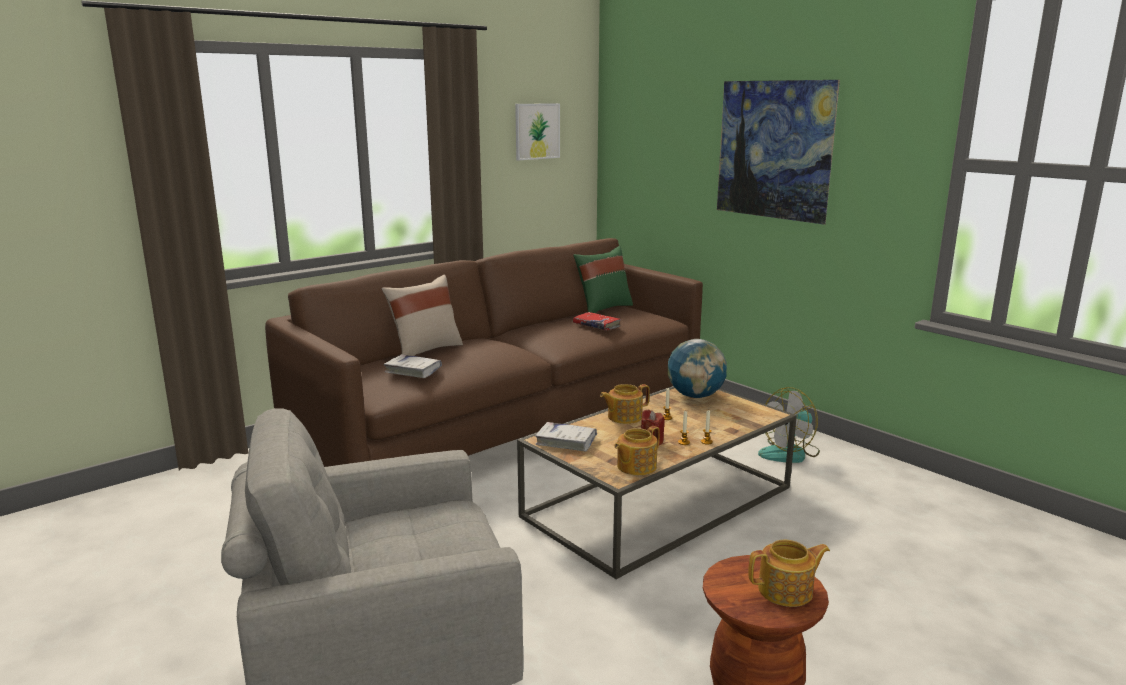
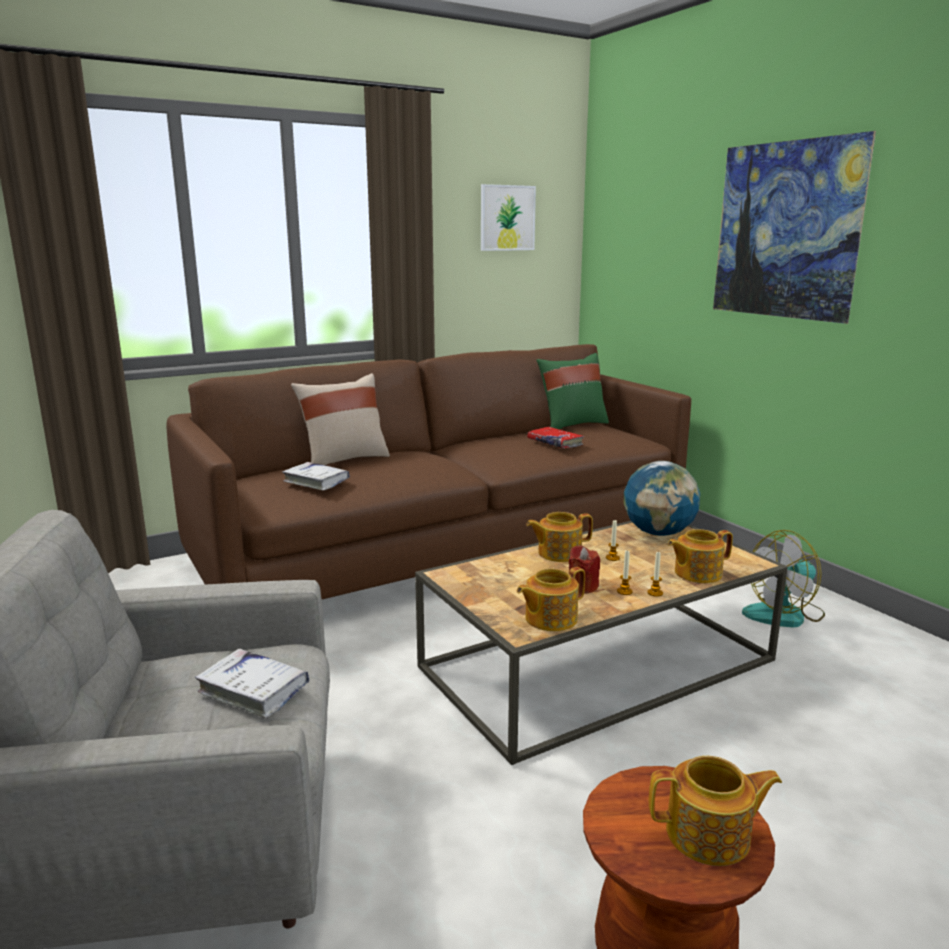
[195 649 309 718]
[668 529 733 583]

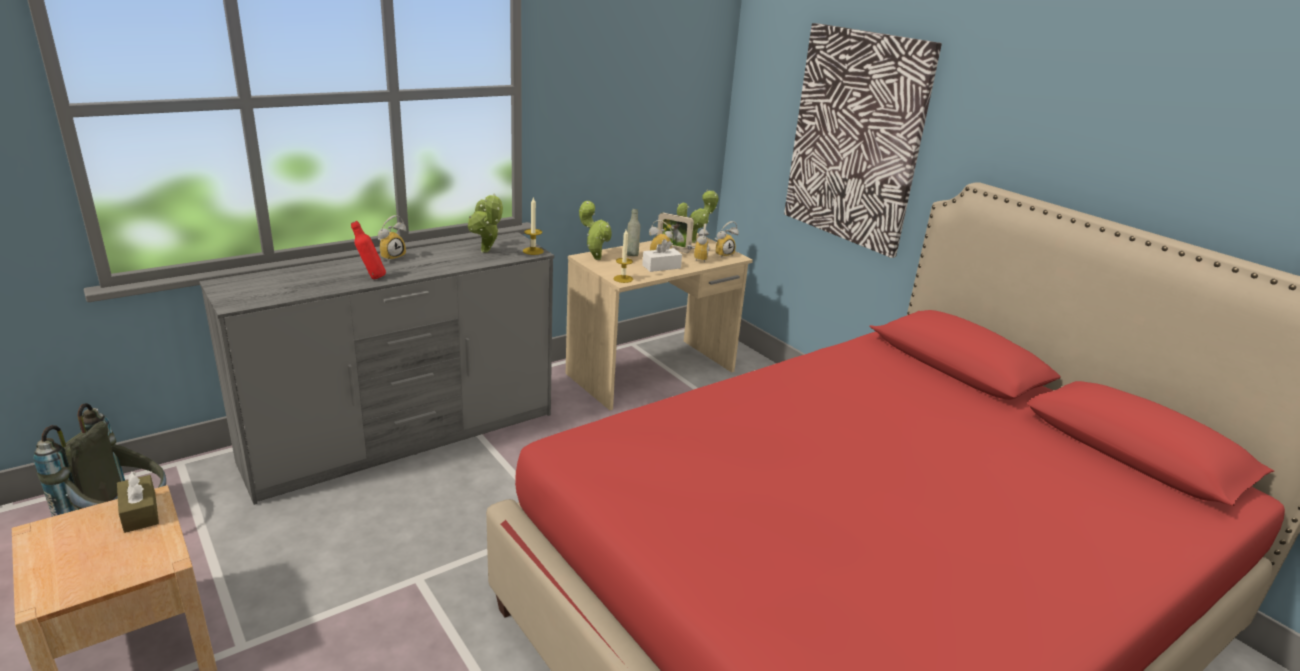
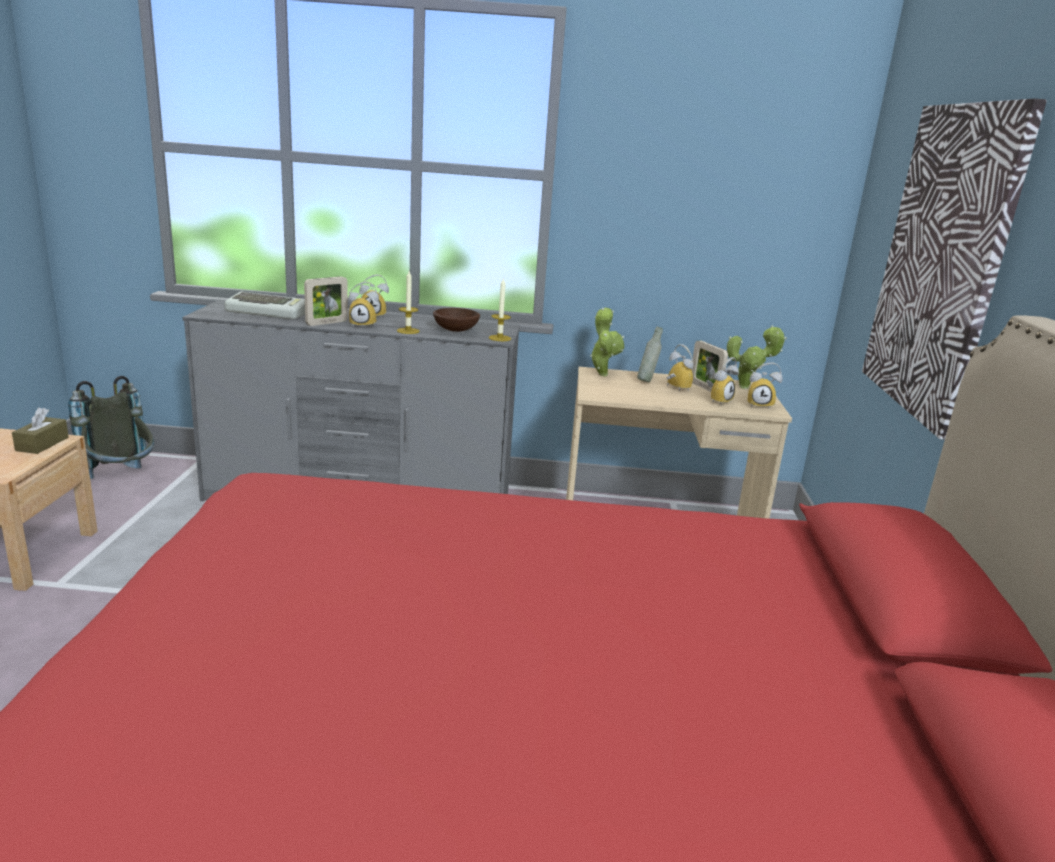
[224 292 305 319]
[304 276 348 326]
[348 282 379 327]
[397 271 420 334]
[433 308 480 332]
[642 239 682 272] (first image)

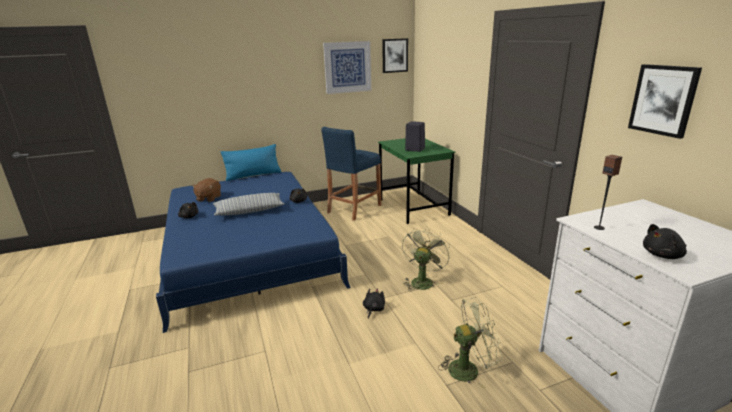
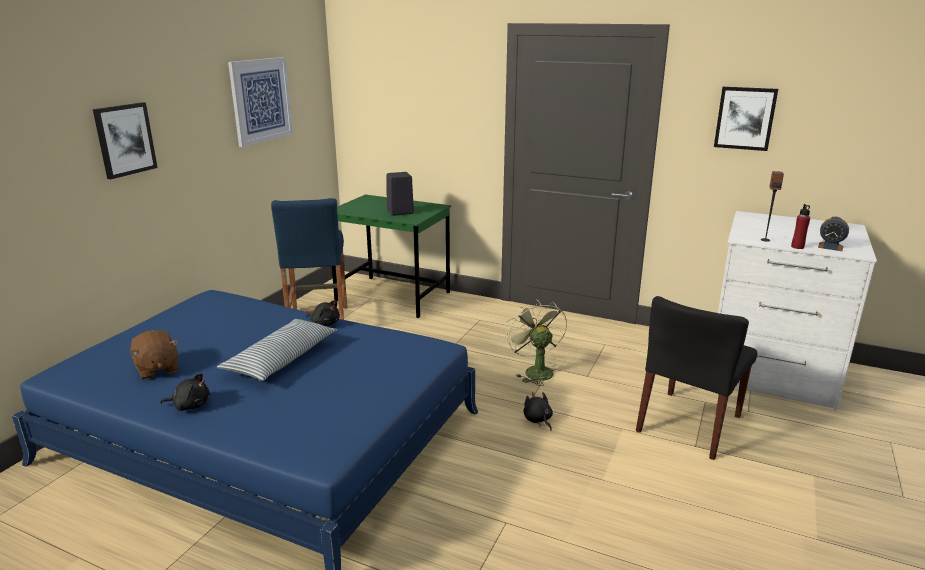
[93 102 158 179]
[636 296 757 460]
[791 204 810 249]
[818 217 849 251]
[221 144 281 181] (first image)

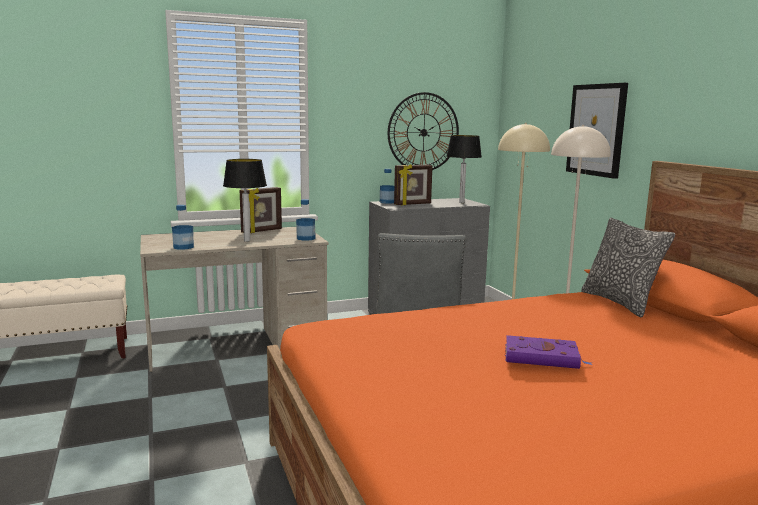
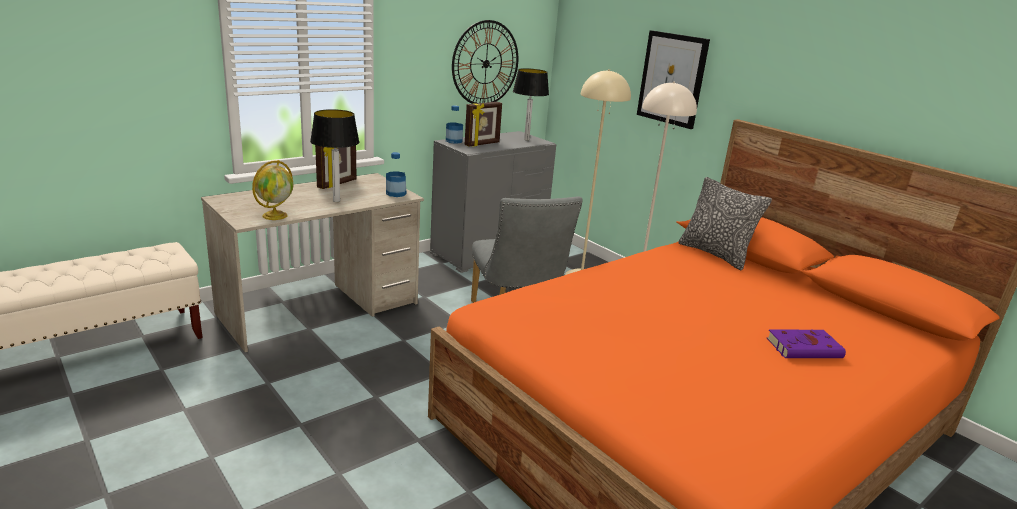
[252 160 294 220]
[767 329 846 358]

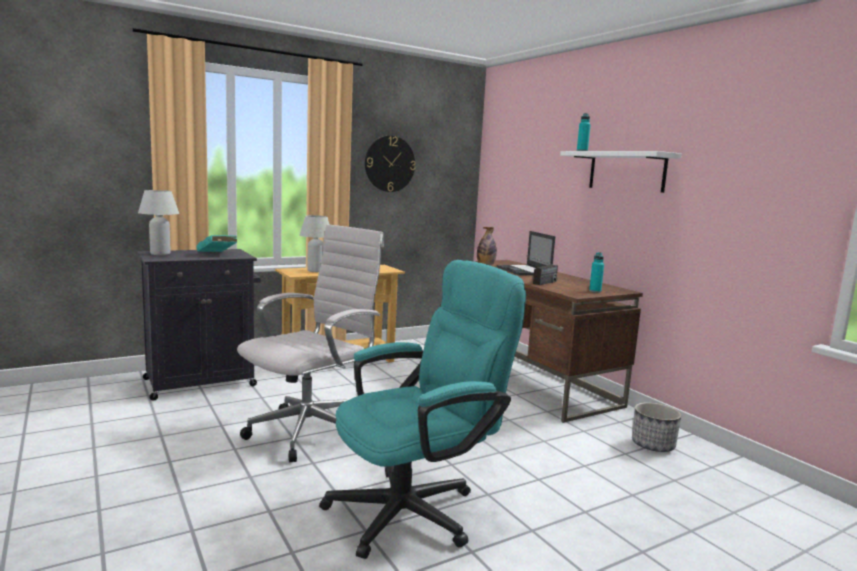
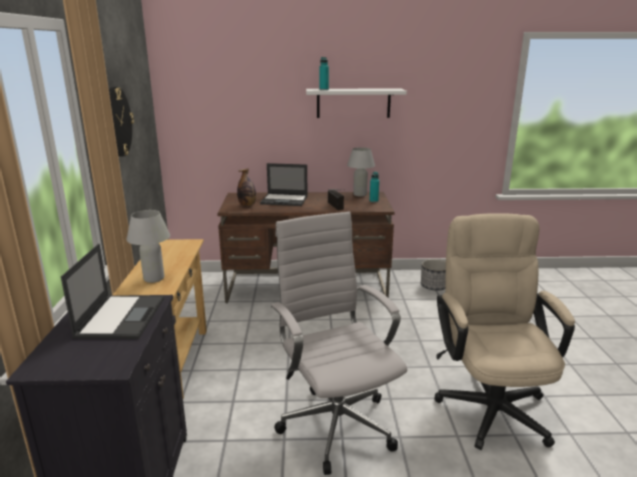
[61 244 164 339]
[347 147 375 197]
[434 213 575 450]

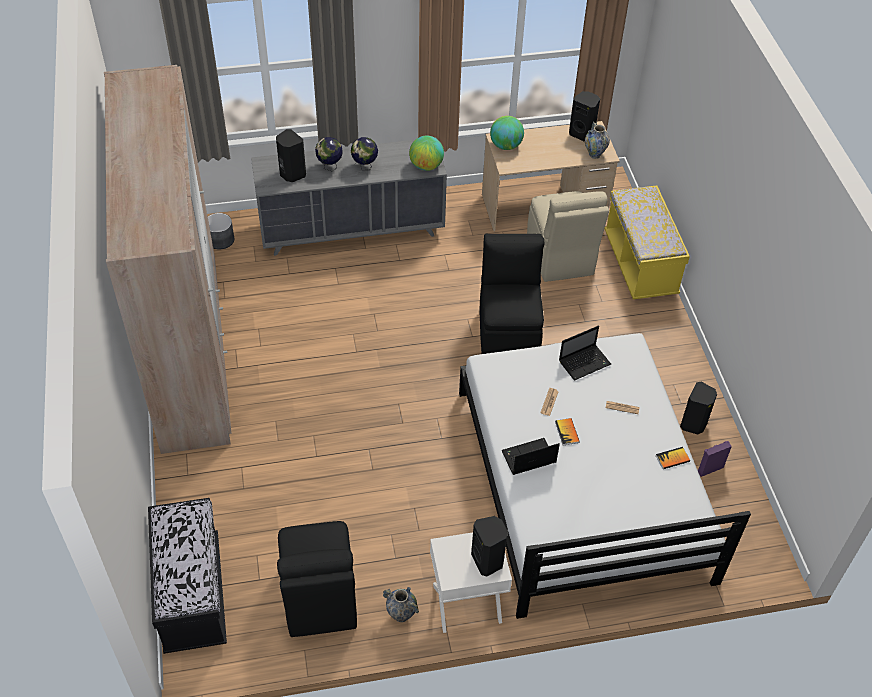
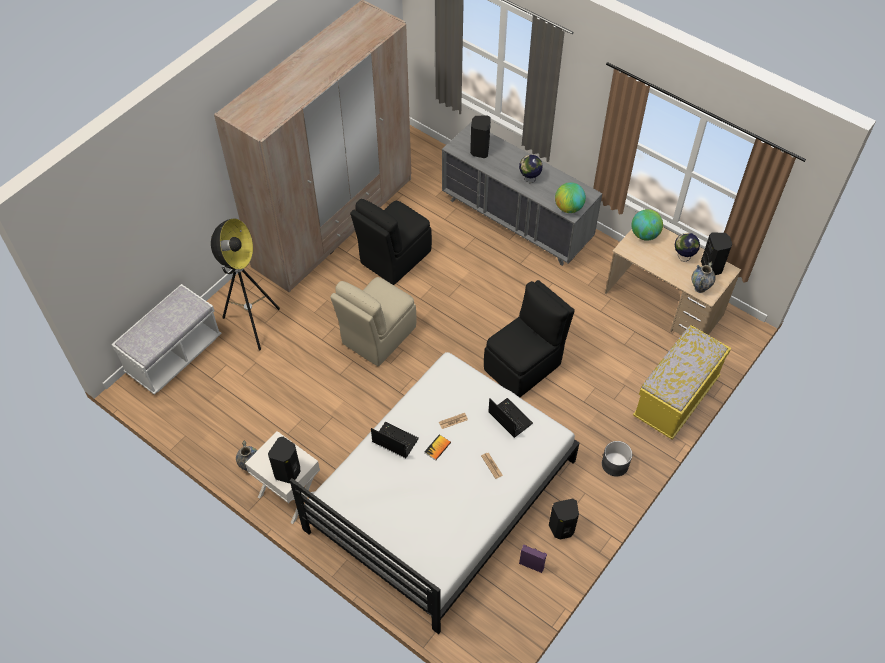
[111 284 221 395]
[211 218 280 350]
[330 277 417 366]
[350 199 432 285]
[488 398 533 438]
[602 441 632 476]
[675 233 700 262]
[656 447 690 469] (first image)

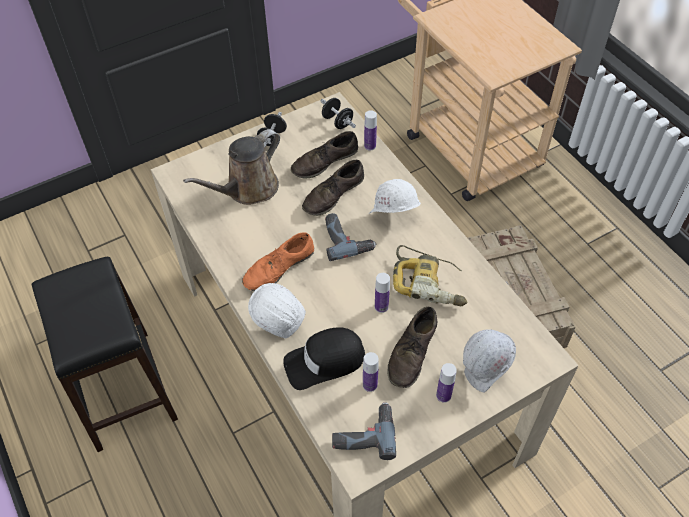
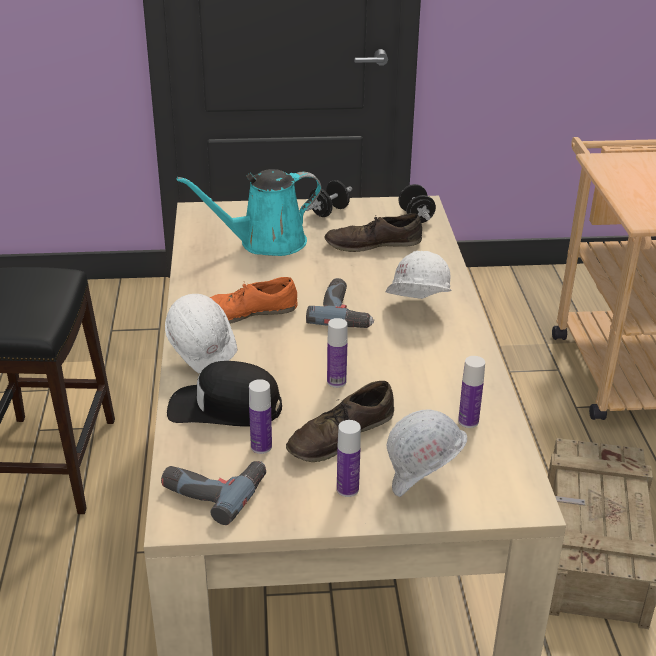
[177 169 322 256]
[458 356 485 428]
[302 160 364 216] (first image)
[393 245 467 306] (first image)

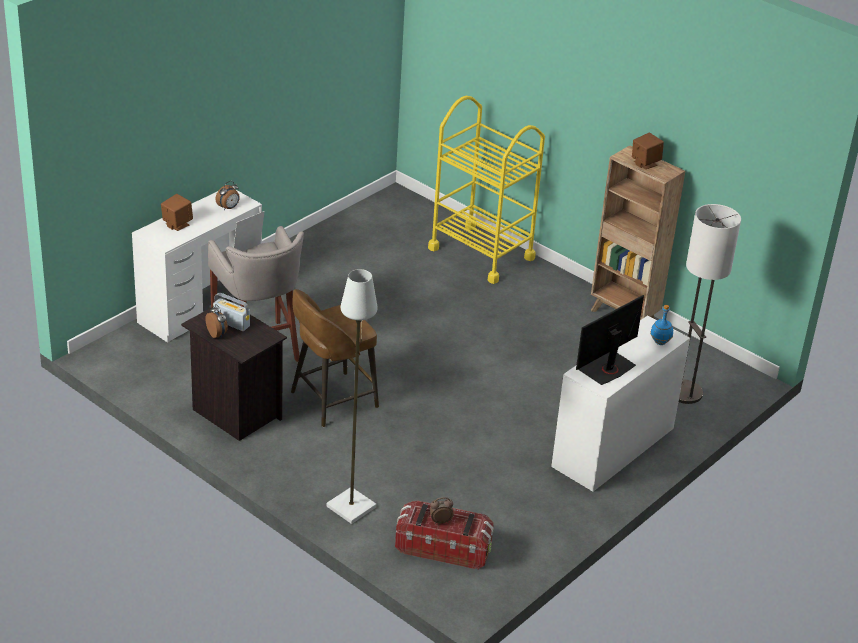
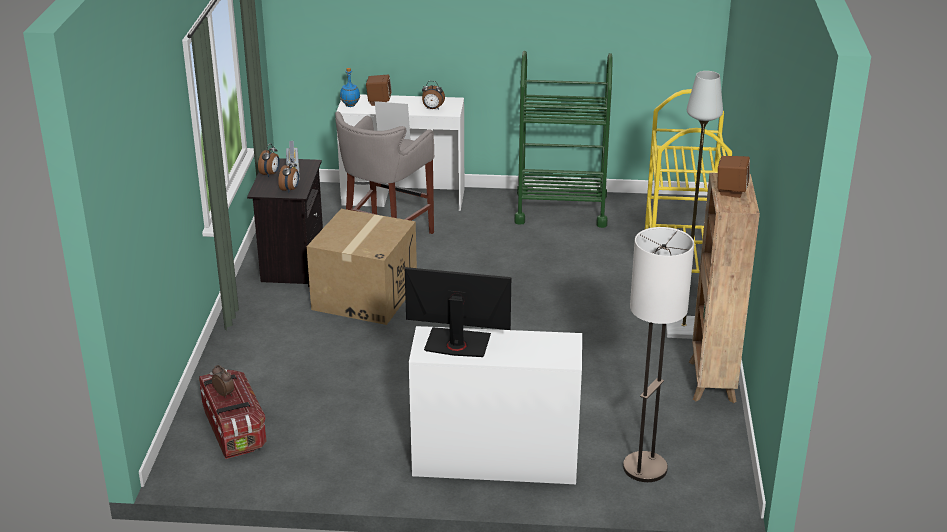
[278 158 299 193]
[307 209 417 325]
[340 68 360 107]
[514 51 612 228]
[666 71 723 339]

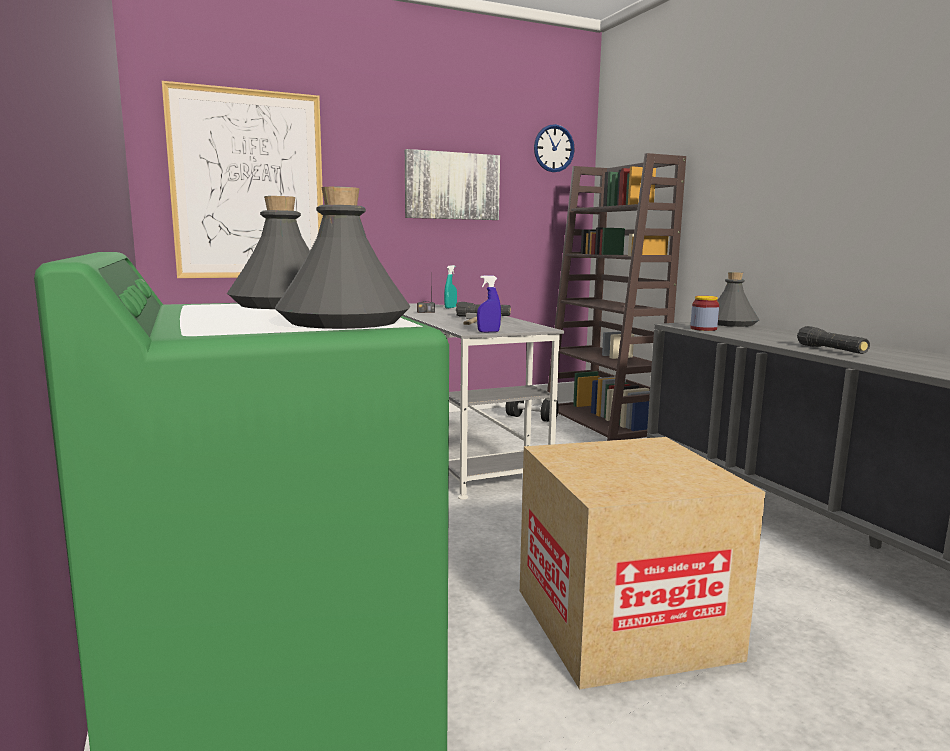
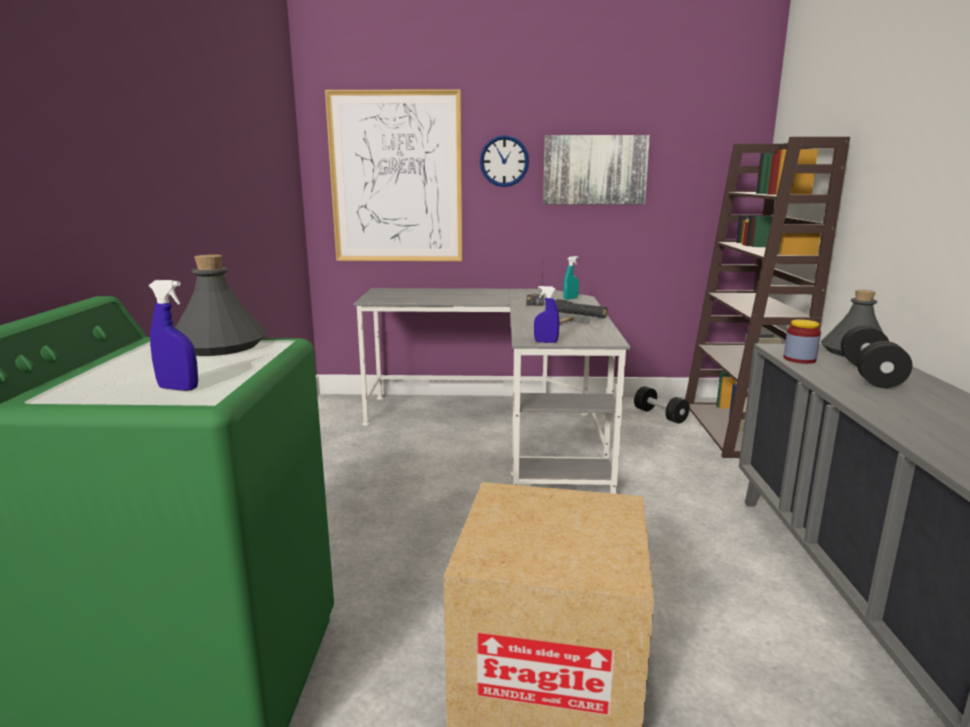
[148 280 198 391]
[480 135 529 187]
[841 325 912 388]
[797 326 870 354] (first image)

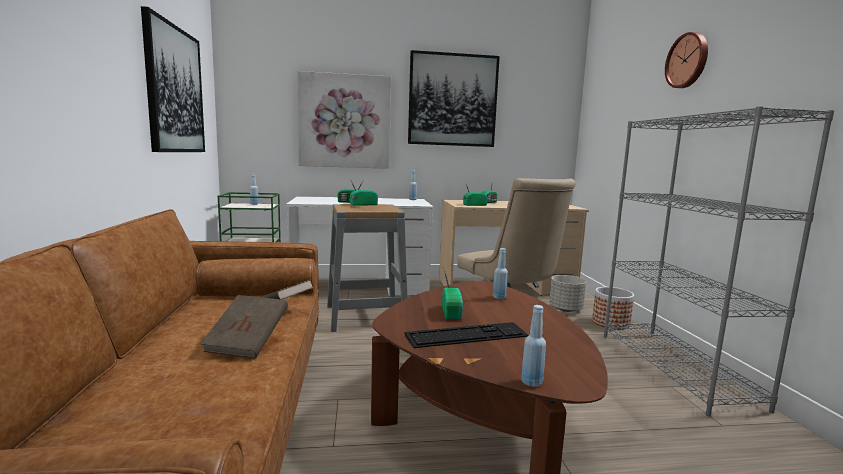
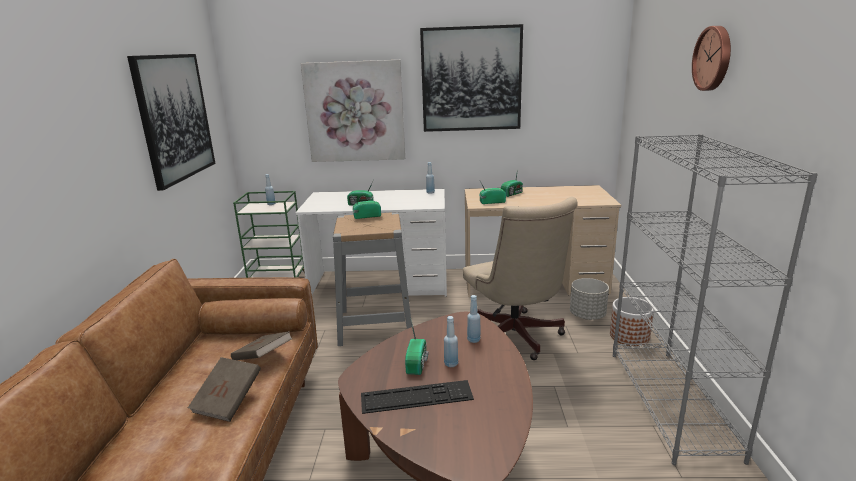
[444 316 458 367]

